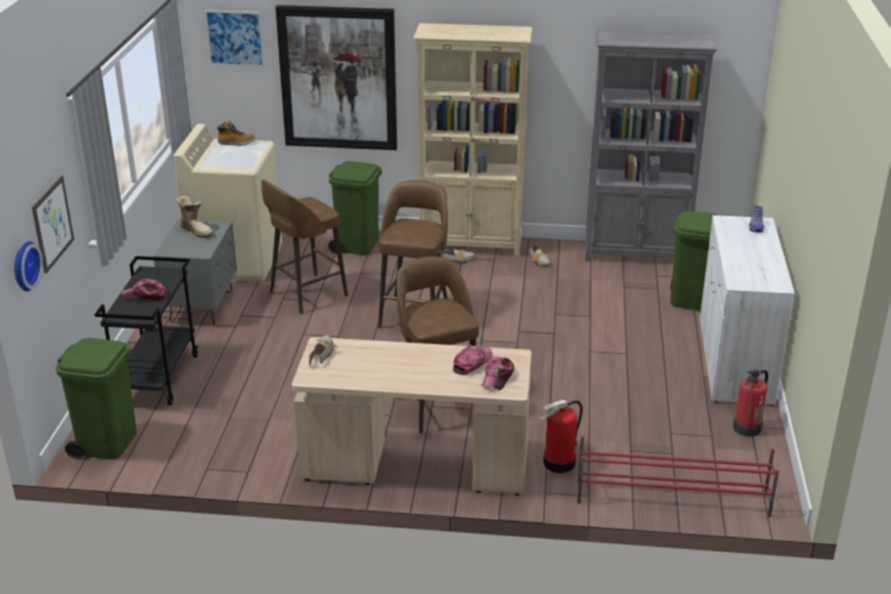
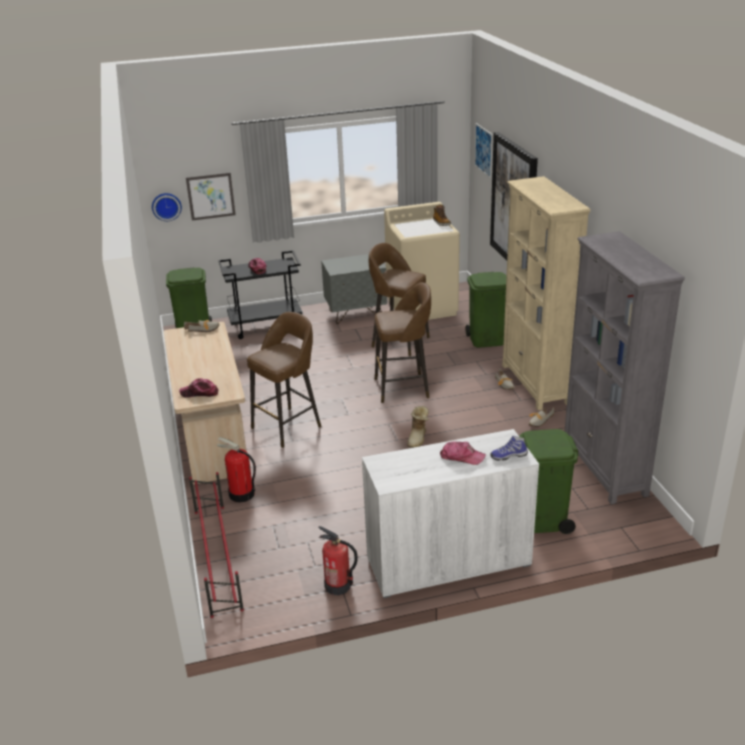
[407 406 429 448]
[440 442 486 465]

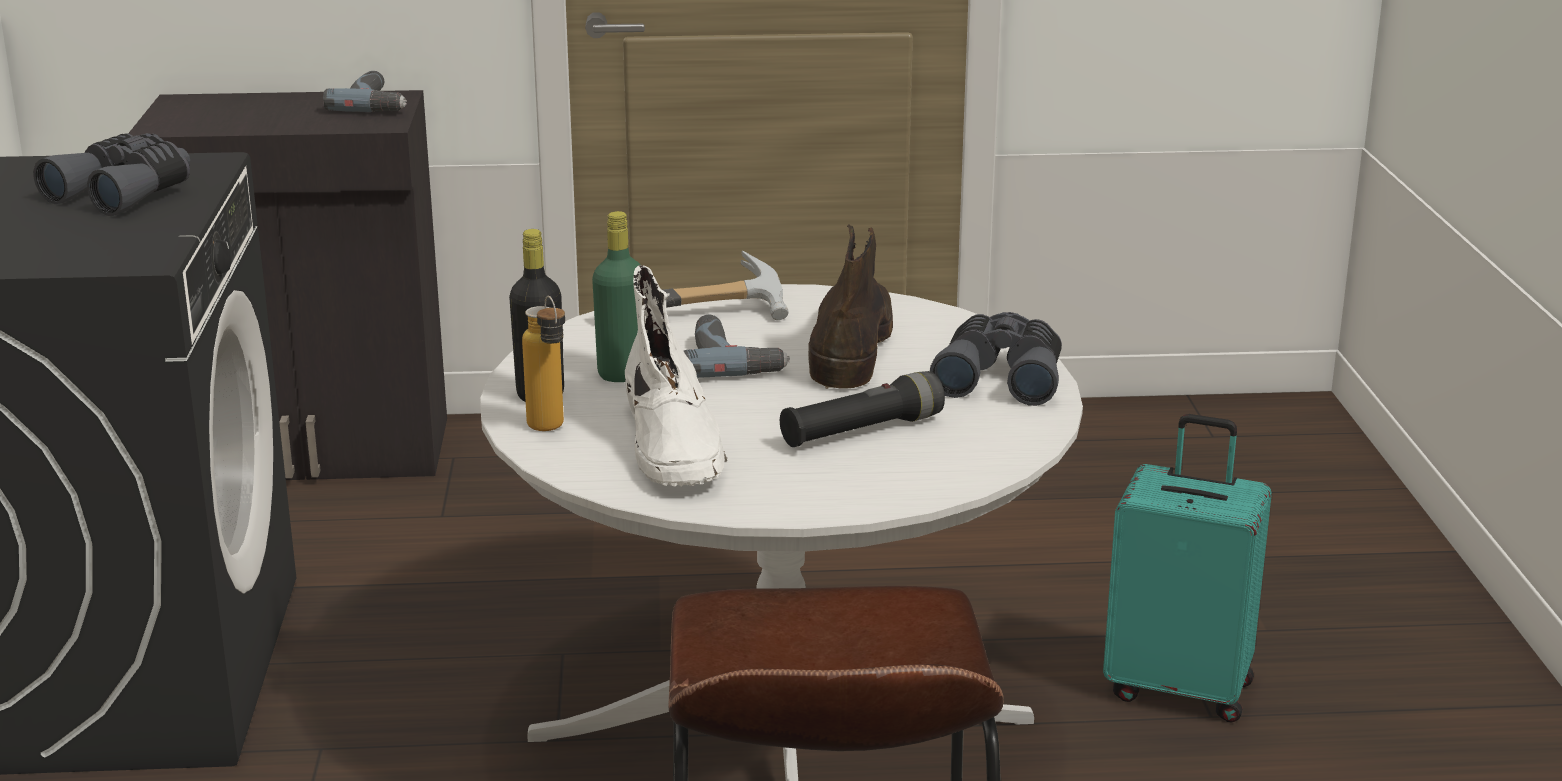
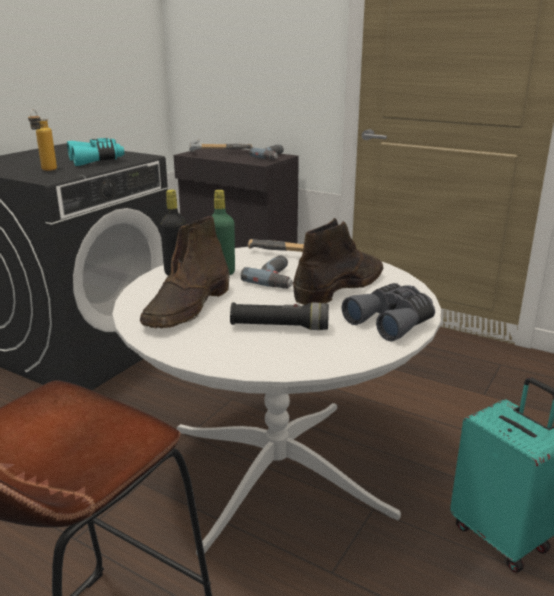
[28 110 57 171]
[67 138 124 166]
[140 216 229 328]
[189 139 252 152]

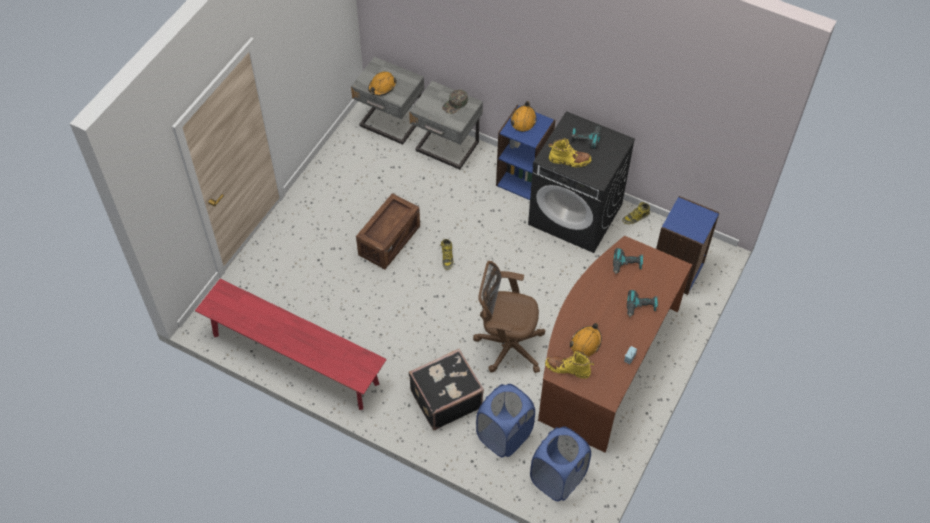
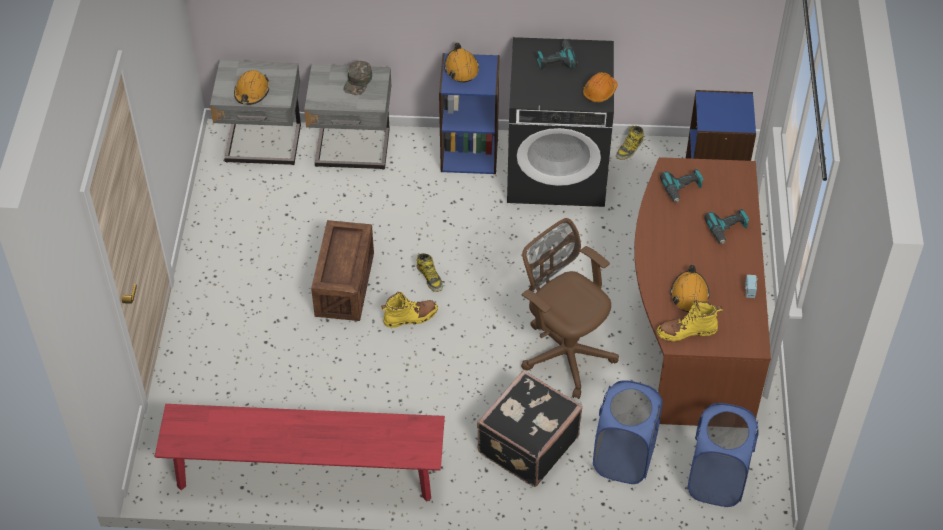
[381 292 438 328]
[521 218 619 399]
[583 72 618 103]

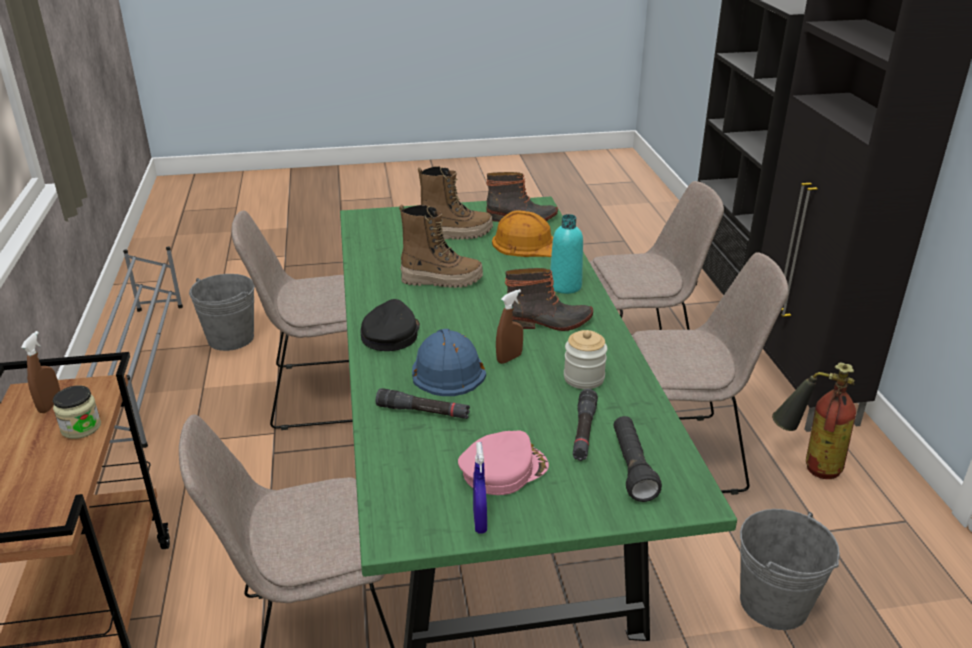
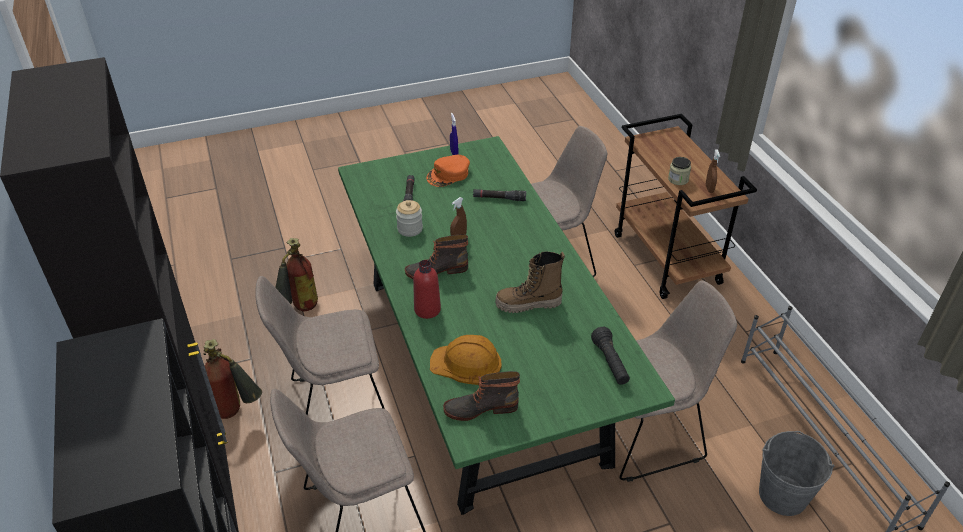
[275 238 318 311]
[413 260 441 319]
[426 155 470 187]
[591 327 630 385]
[361 299 420 351] (first image)
[412 329 486 396] (first image)
[418 166 493 240] (first image)

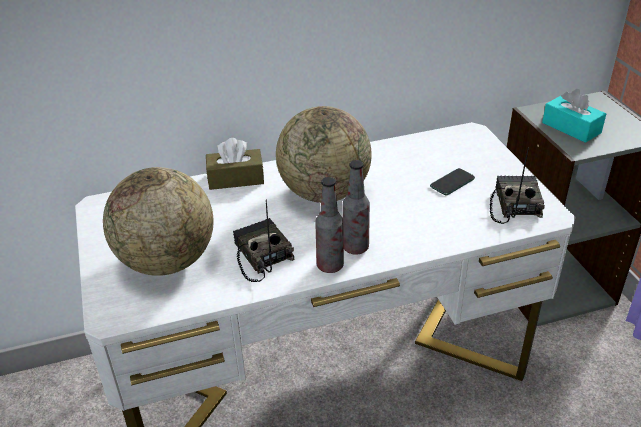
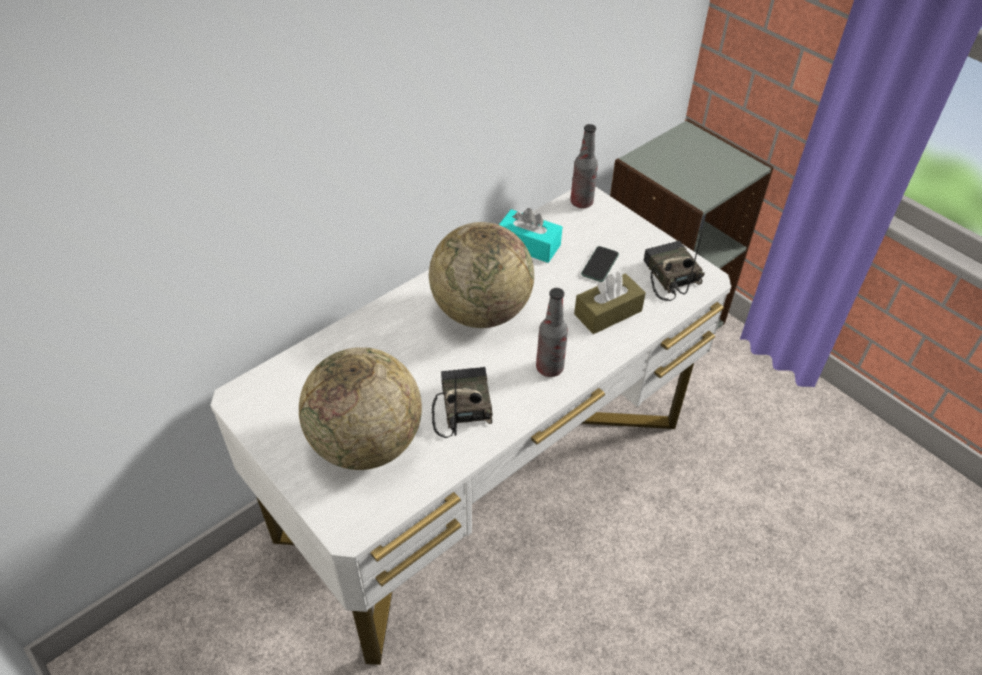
[431 367 493 438]
[499 208 562 263]
[570 124 598 208]
[574 272 646 334]

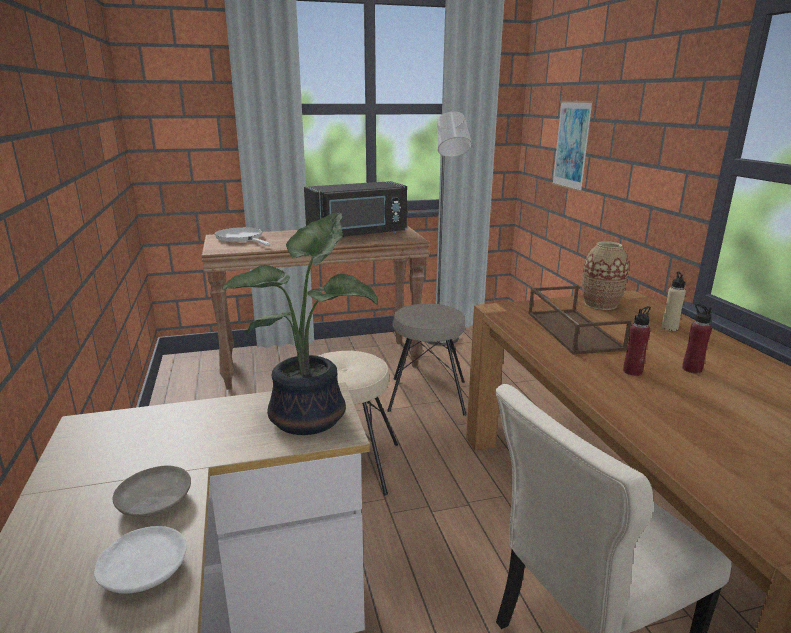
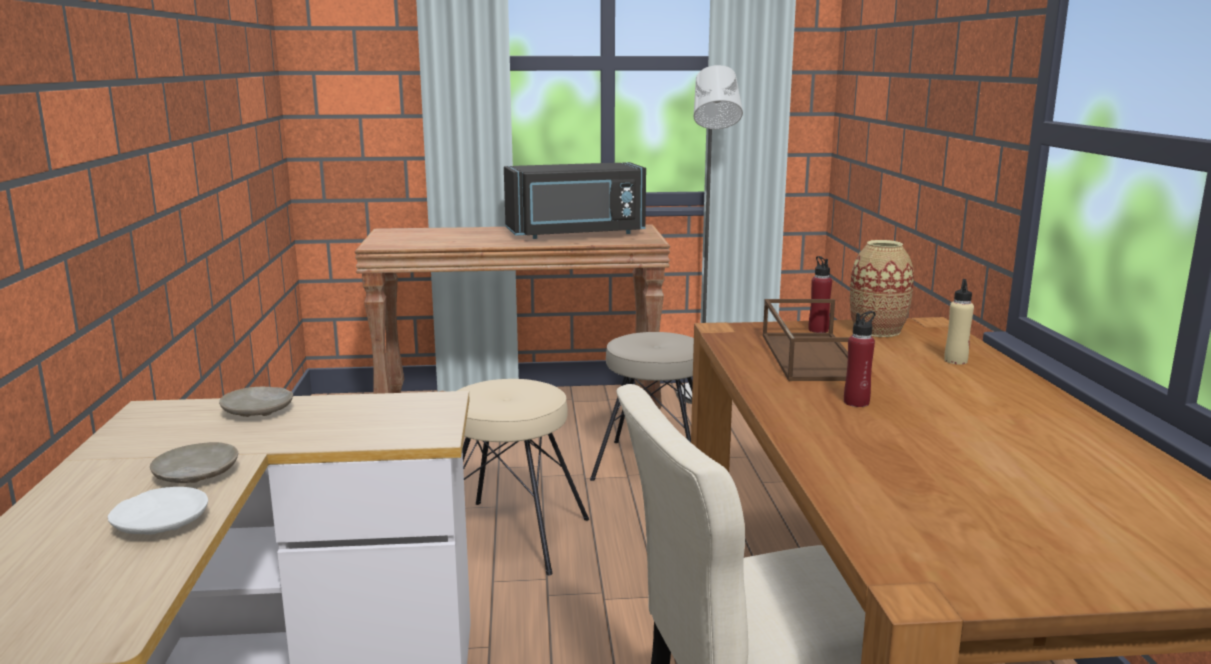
[219 387 293 417]
[809 256 832 333]
[215 227 270 246] (first image)
[222 213 378 435] (first image)
[552 101 593 192] (first image)

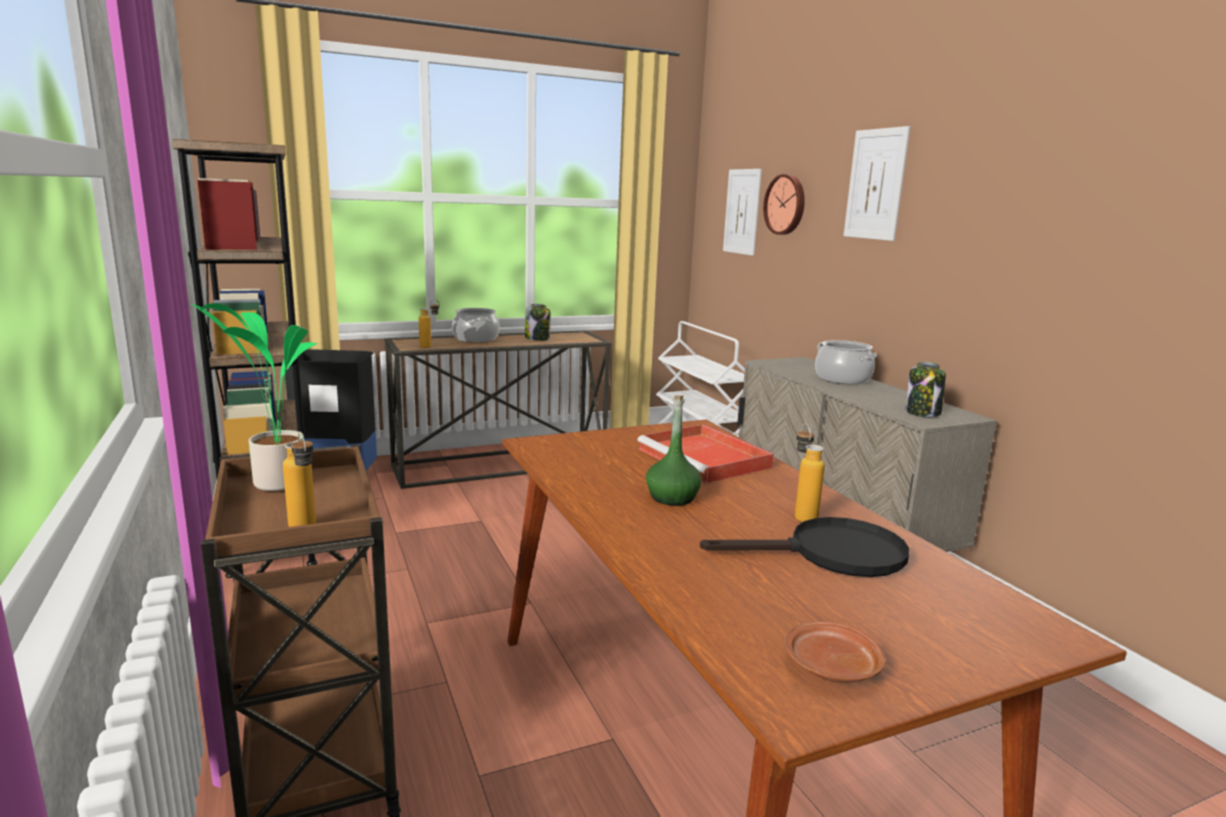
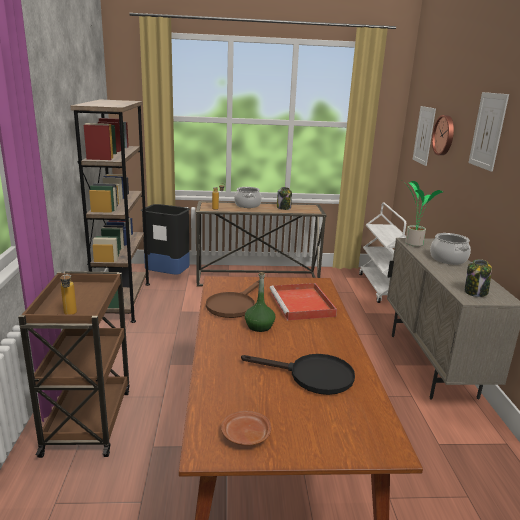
[206 280 259 318]
[403 181 443 247]
[795 424 825 522] (first image)

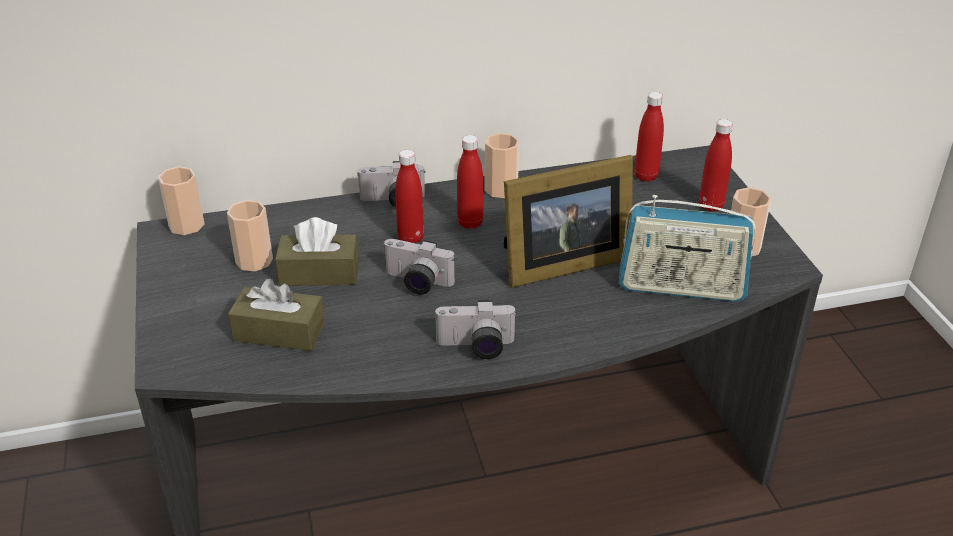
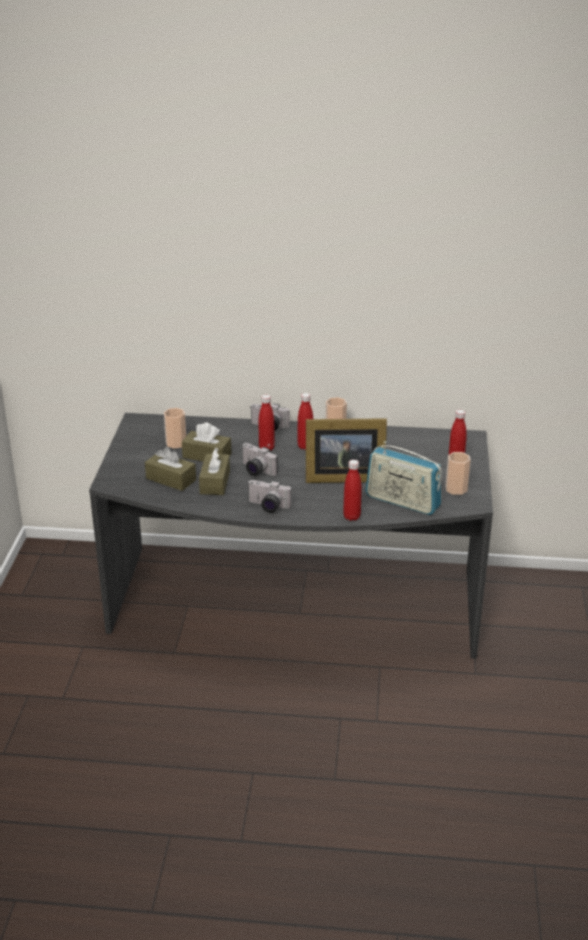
[199 448 230 495]
[343 460 362 521]
[158 167 205 235] (first image)

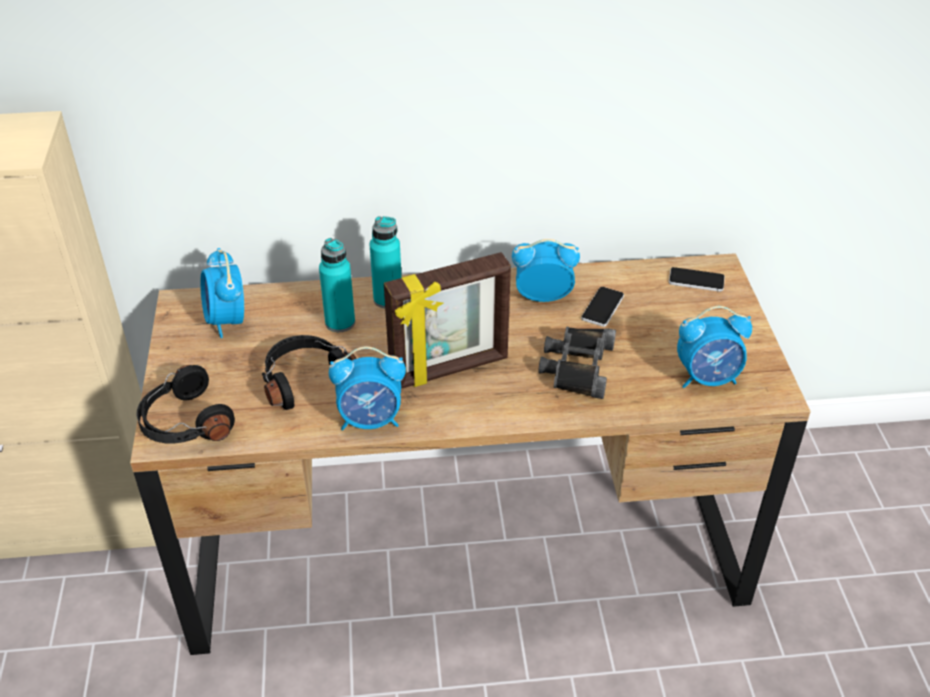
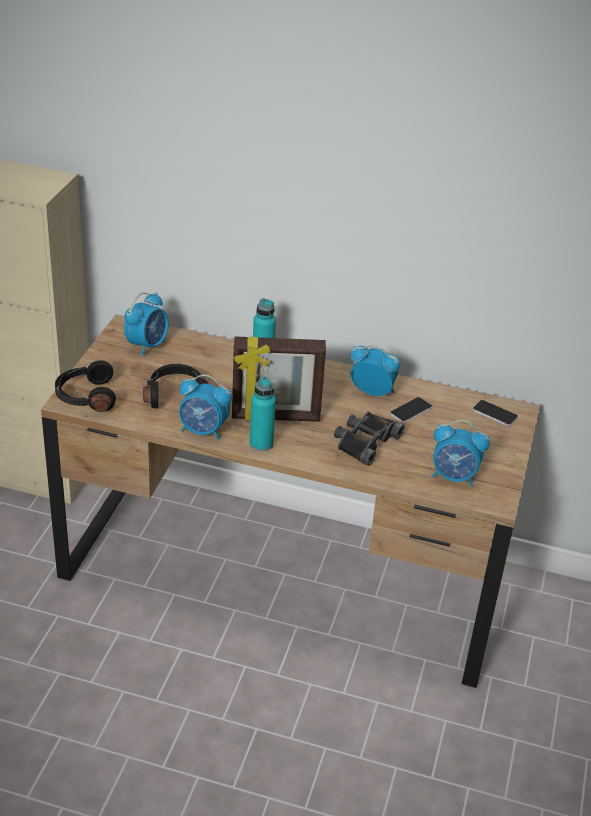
[124 292 168 356]
[250 376 276 452]

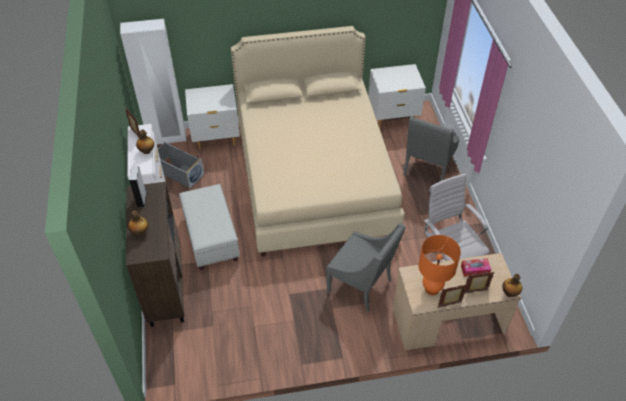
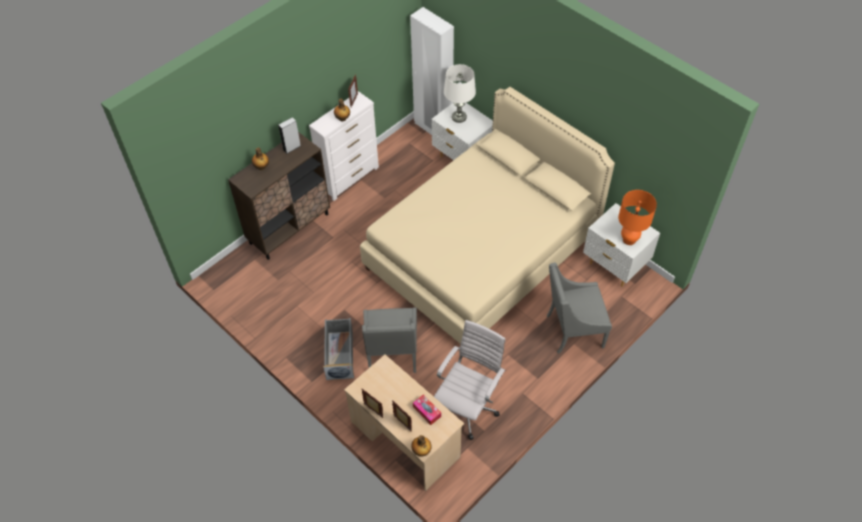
[323 318 354 380]
[444 64 476 123]
[618 190 657 245]
[179 184 240 270] (first image)

